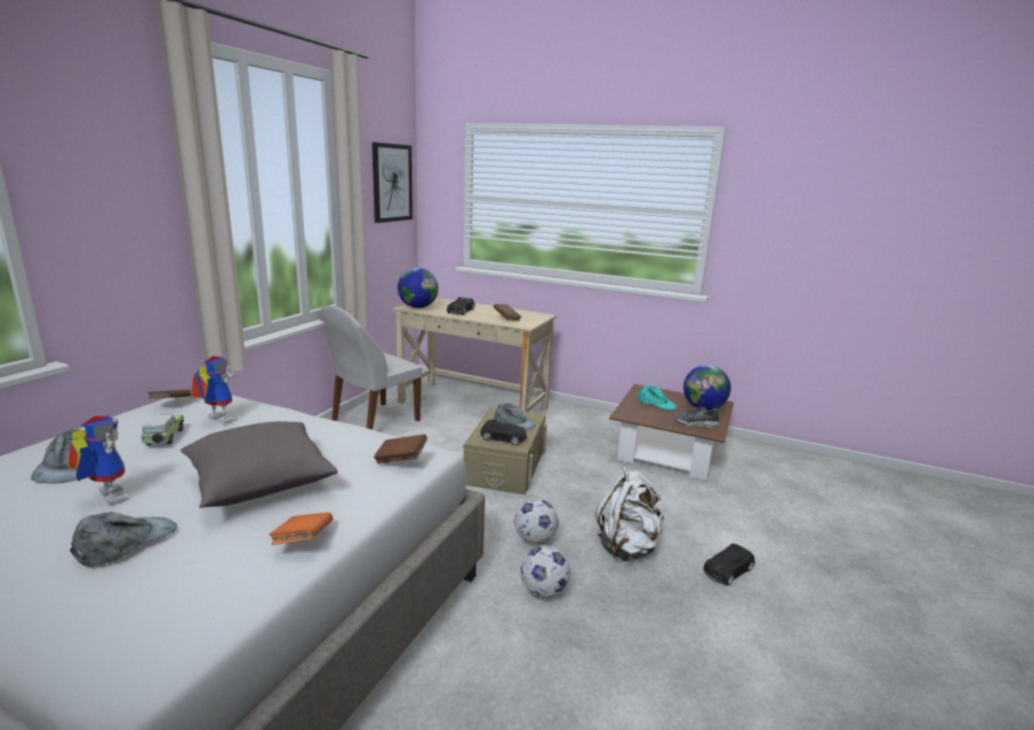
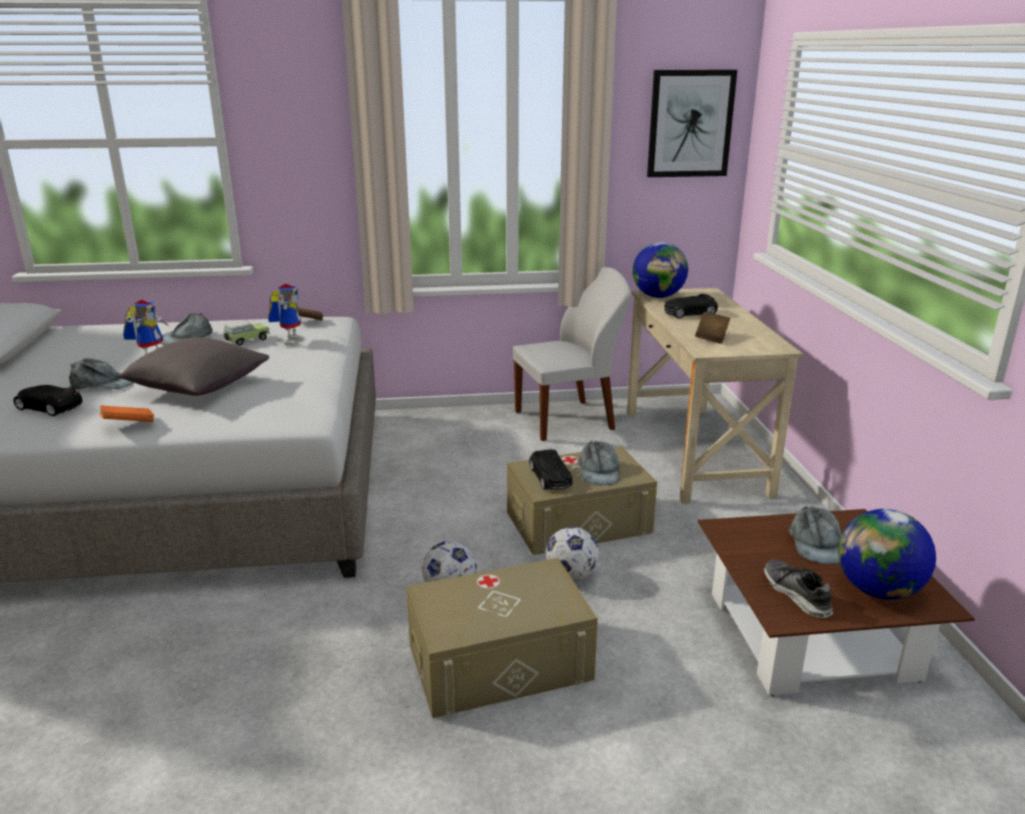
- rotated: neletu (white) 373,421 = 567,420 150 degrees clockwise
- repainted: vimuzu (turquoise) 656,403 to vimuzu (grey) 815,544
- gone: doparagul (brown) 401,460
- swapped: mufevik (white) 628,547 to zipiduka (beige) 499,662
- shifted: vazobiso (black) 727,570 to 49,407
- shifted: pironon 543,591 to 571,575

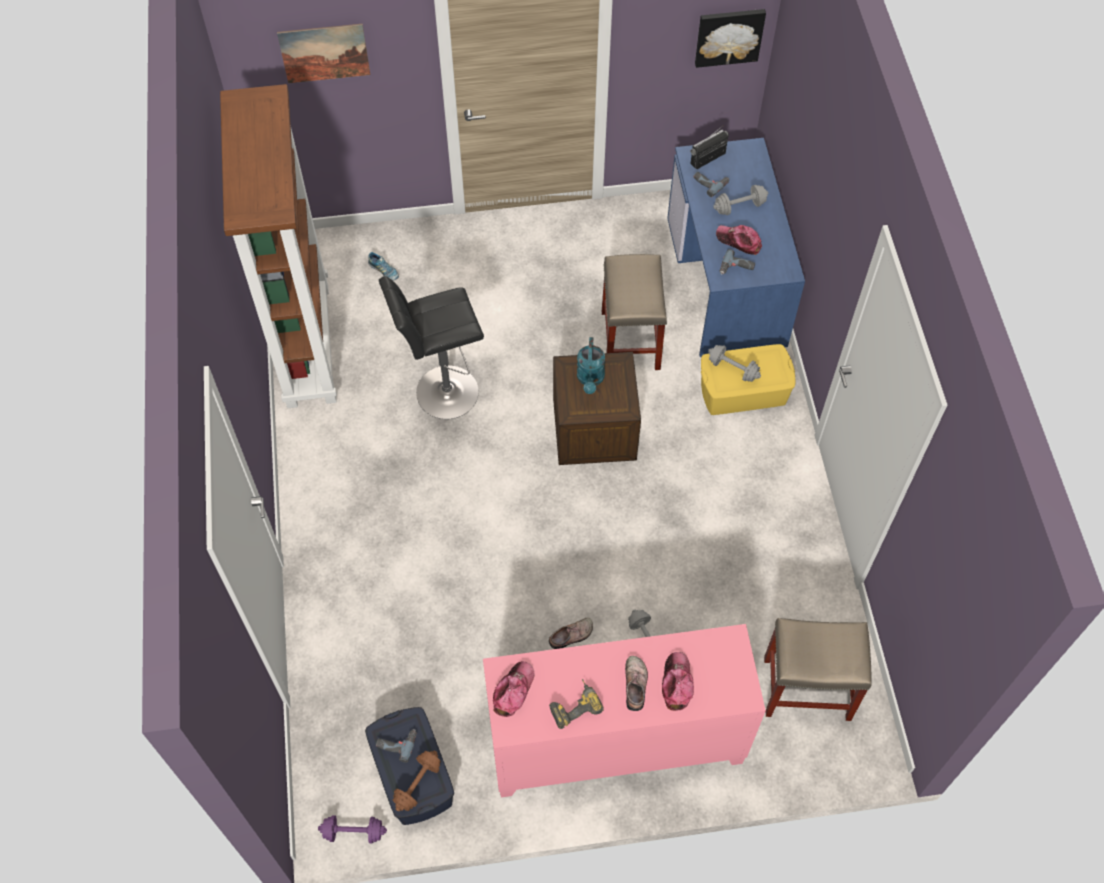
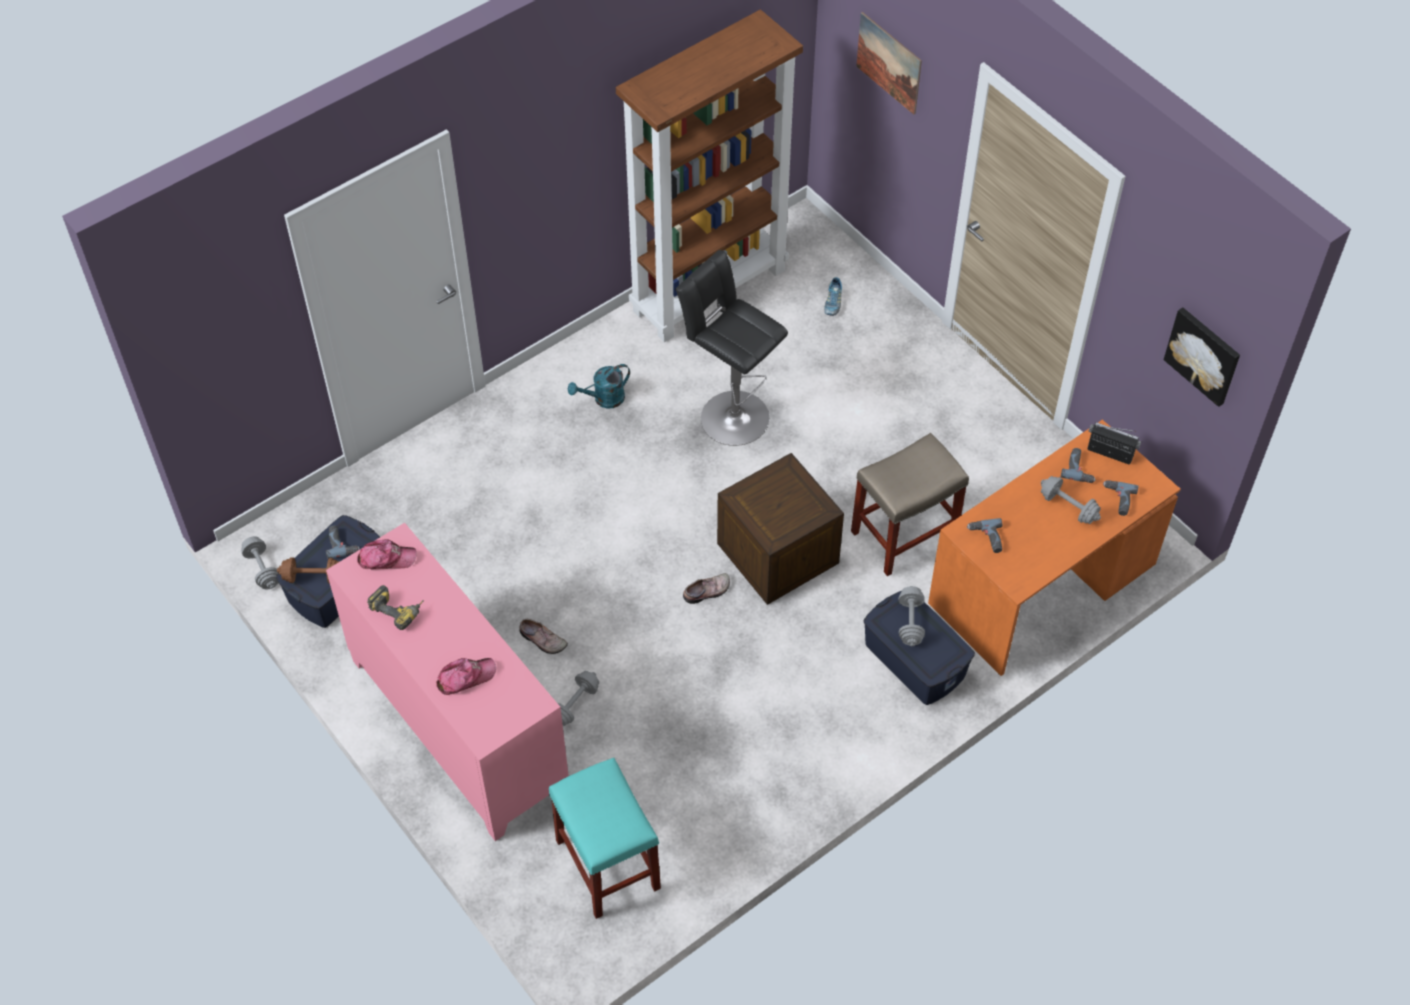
- repainted: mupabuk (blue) 727,282 to mupabuk (orange) 1042,585
- gone: vimuzu 739,241
- shifted: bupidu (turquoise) 590,379 to 604,399
- repainted: zipiduka (yellow) 743,391 to zipiduka (blue) 915,659
- repainted: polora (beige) 805,689 to polora (turquoise) 606,863
- shifted: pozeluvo 636,685 to 707,592
- repainted: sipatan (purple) 353,832 to sipatan (grey) 262,569
- new: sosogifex 1117,500

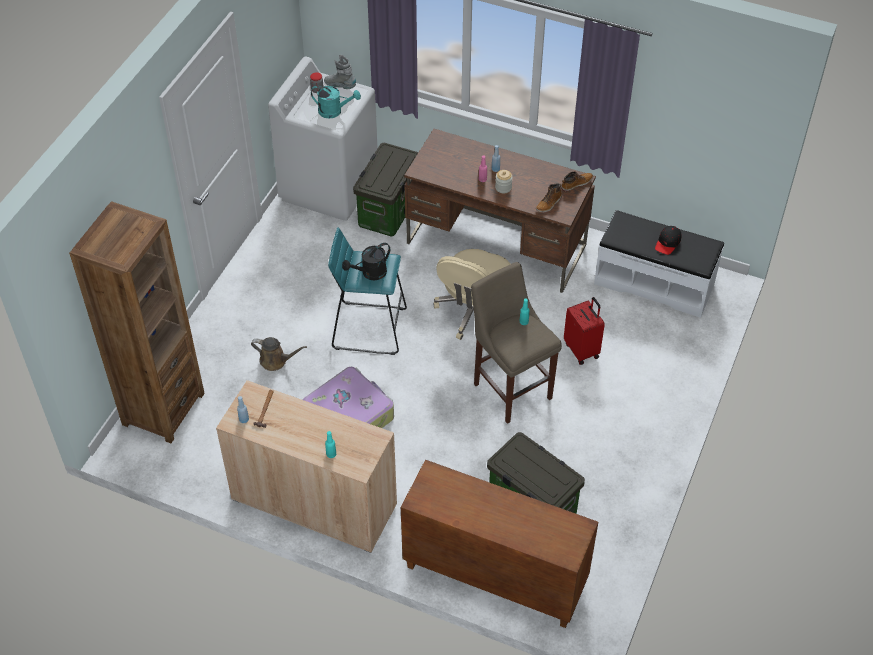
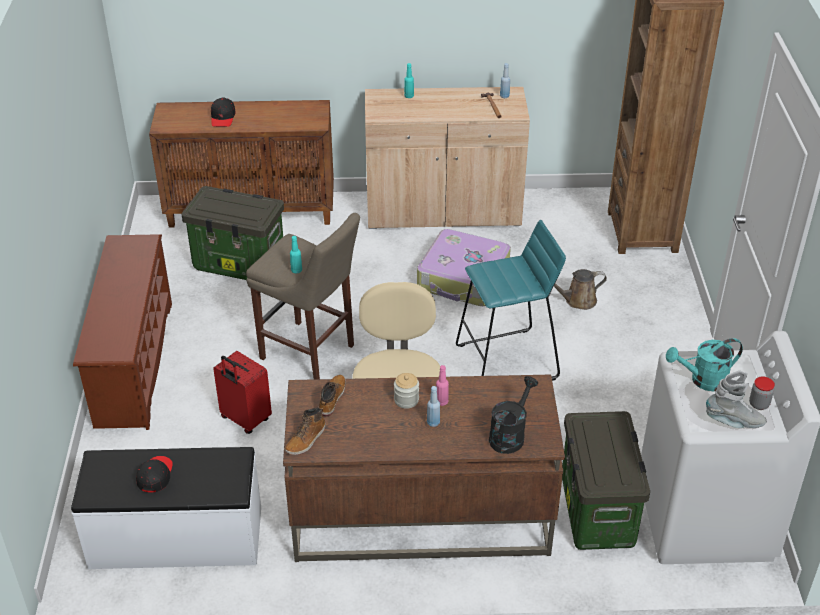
- shifted: bupidu (black) 370,273 to 509,434
- new: vimuzu (black) 223,117
- new: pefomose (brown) 133,363

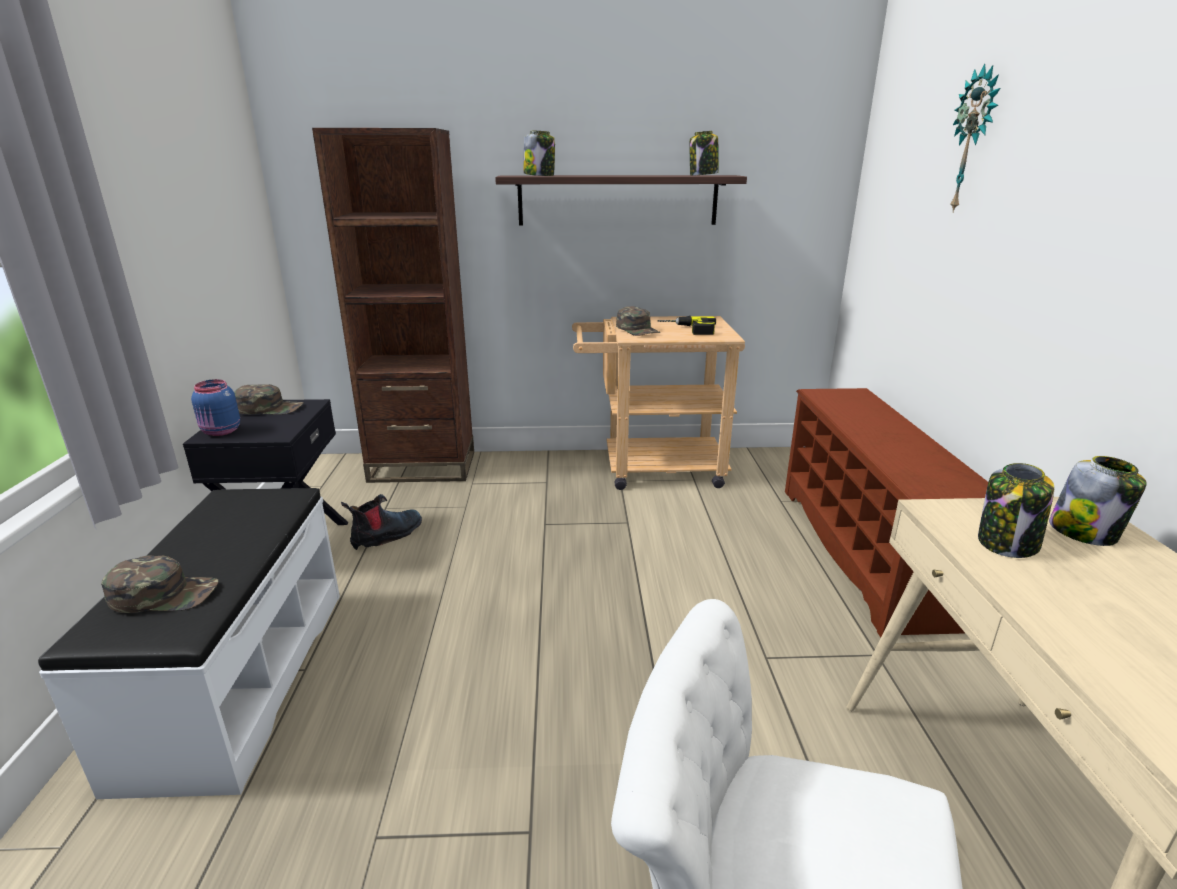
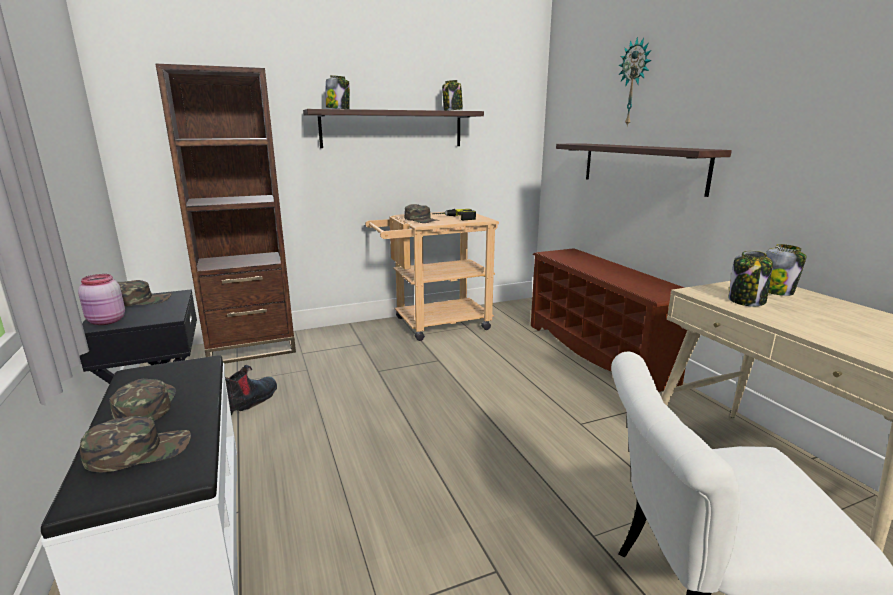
- repainted: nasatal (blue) 221,432 to nasatal (pink) 107,321
- new: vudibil 641,166
- new: vimuzu (green) 145,406

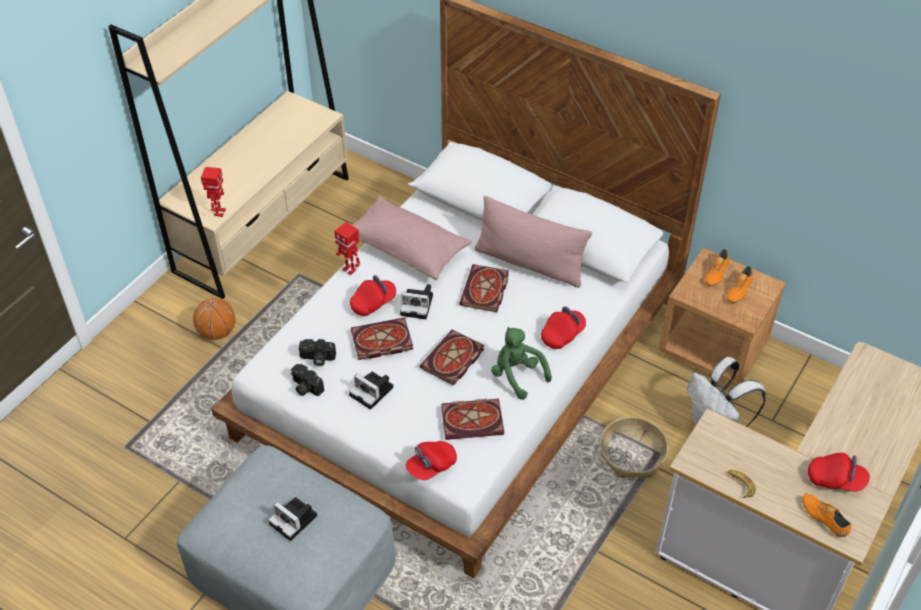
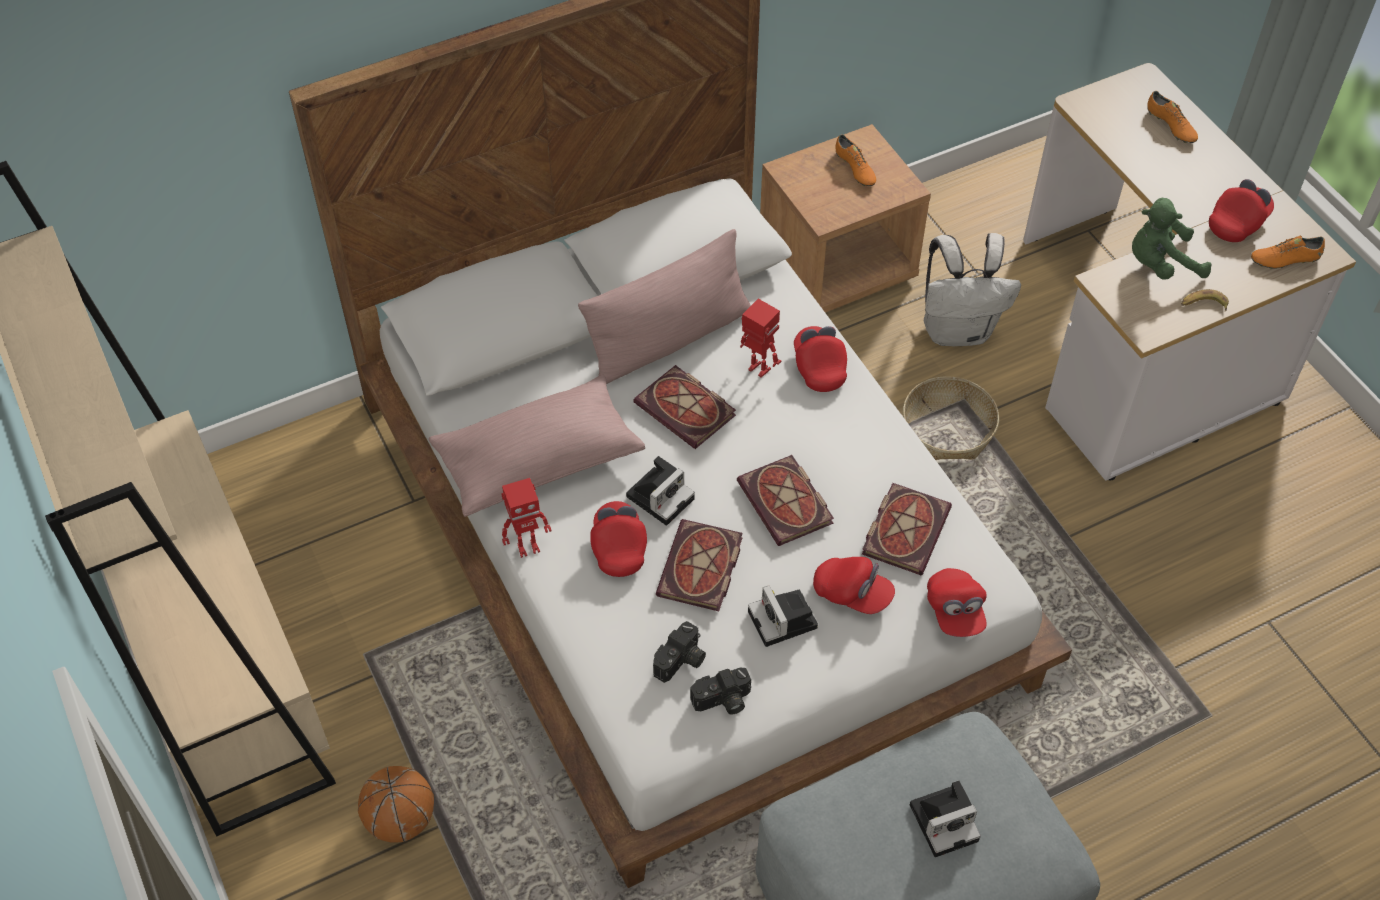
- shifted: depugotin 219,212 to 758,370
- shifted: pozeluvo (orange) 716,273 to 1170,126
- shifted: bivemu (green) 517,375 to 1160,264
- rotated: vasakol 373,392 = 784,621 90 degrees clockwise
- new: vimuzu (red) 852,594

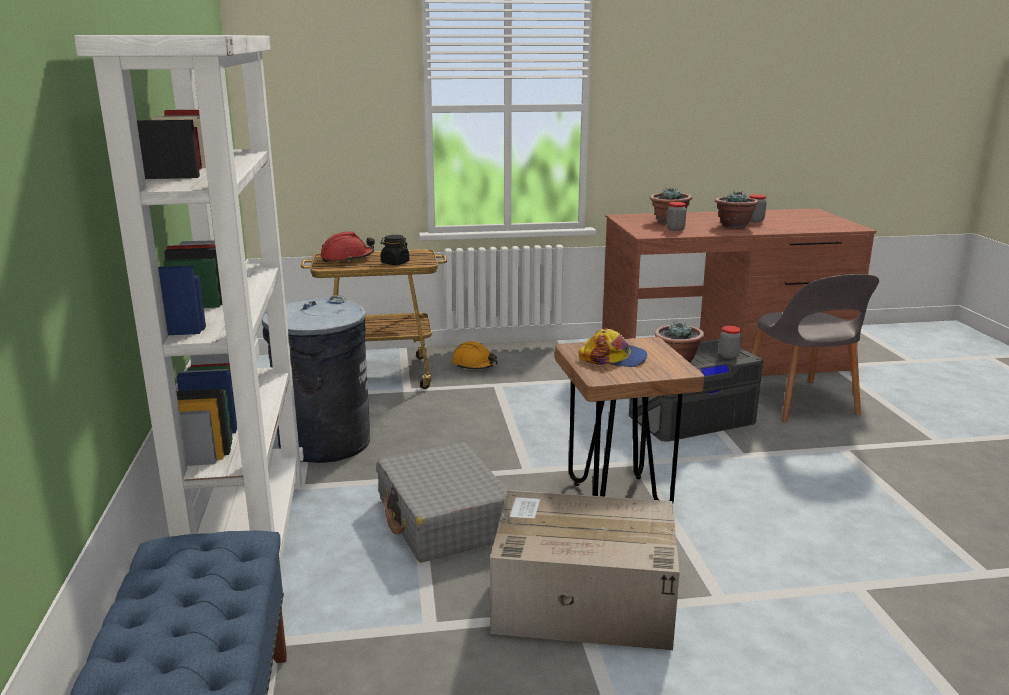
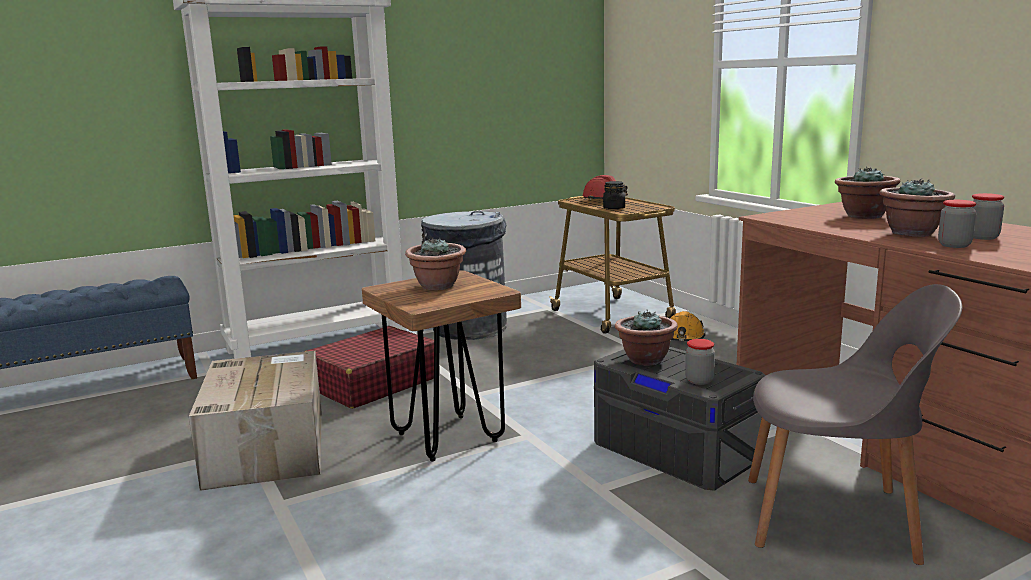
- shifted: nasatal 675,229 to 954,245
- rotated: neletu (grey) 800,402 = 834,519 135 degrees counterclockwise
- swapped: vimuzu 613,358 to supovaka 438,286
- repainted: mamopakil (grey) 444,519 to mamopakil (red) 372,383

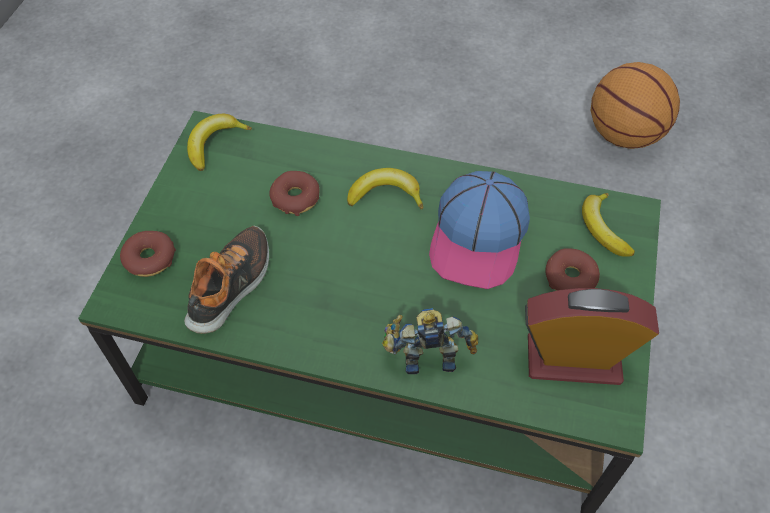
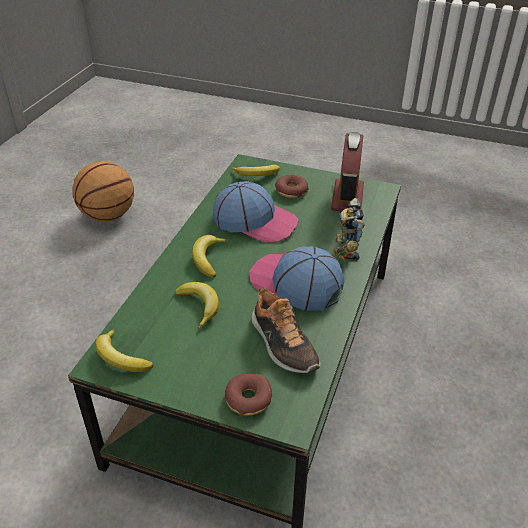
- swapped: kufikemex 295,198 to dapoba 199,306
- rotated: pozeluvo 231,285 = 282,344 150 degrees counterclockwise
- new: vimuzu 295,283

